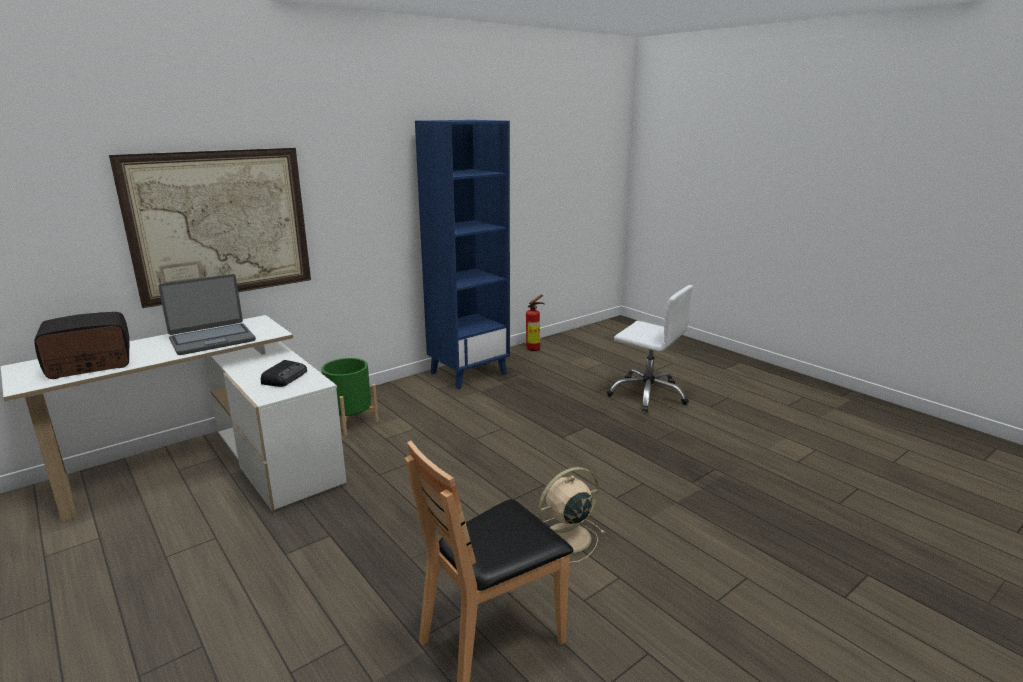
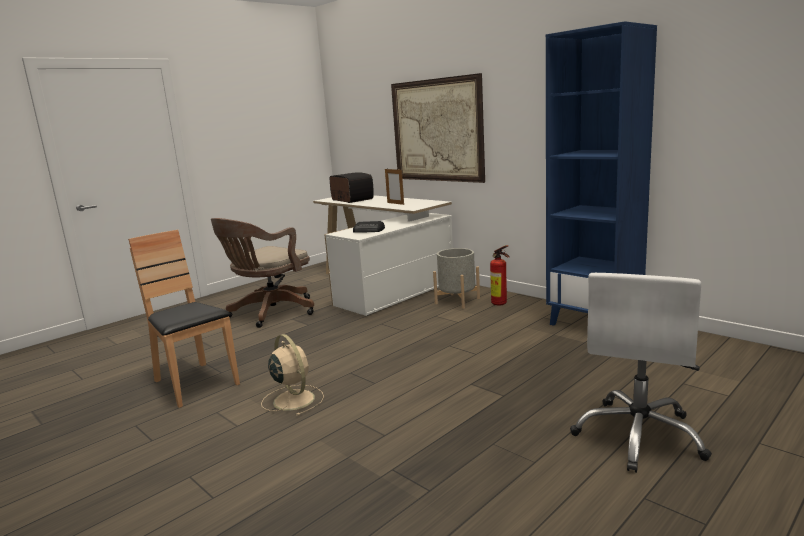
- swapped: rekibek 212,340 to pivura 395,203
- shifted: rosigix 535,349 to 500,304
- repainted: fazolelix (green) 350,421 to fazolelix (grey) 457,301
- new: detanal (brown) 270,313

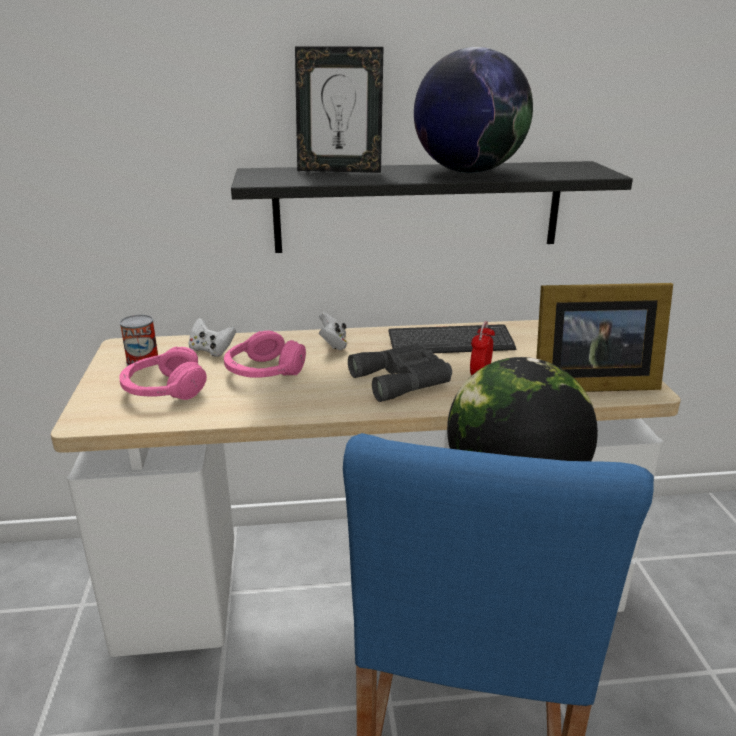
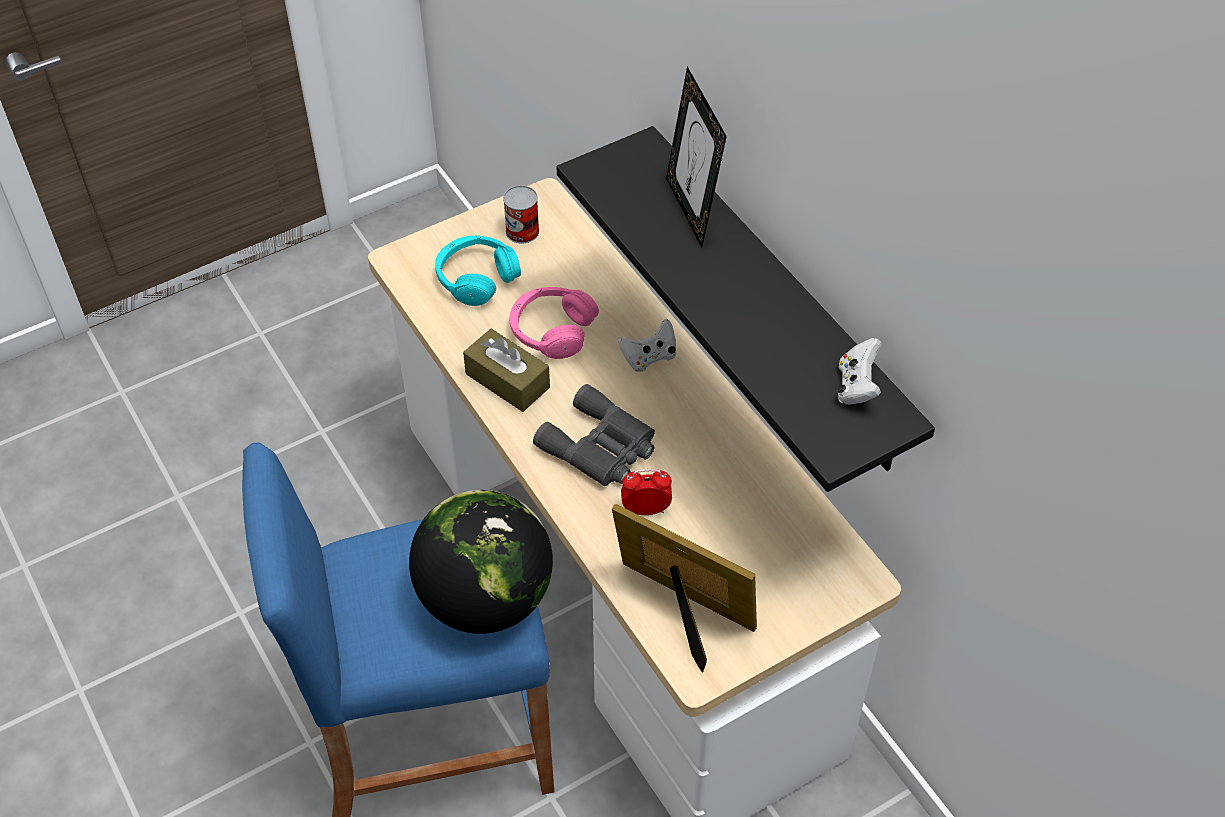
- gone: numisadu 468,172
- rotated: pivura 587,383 = 683,612 150 degrees clockwise
- shifted: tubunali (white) 211,351 to 856,386
- gone: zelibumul 450,343
- repainted: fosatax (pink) 164,389 to fosatax (turquoise) 476,278
- new: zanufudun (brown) 507,380

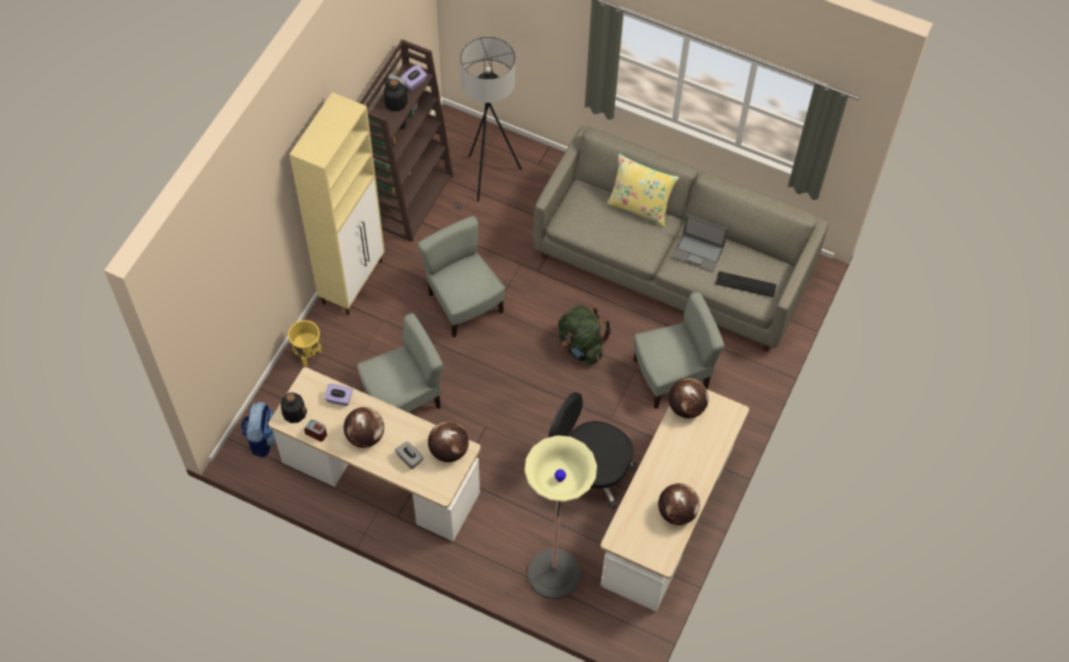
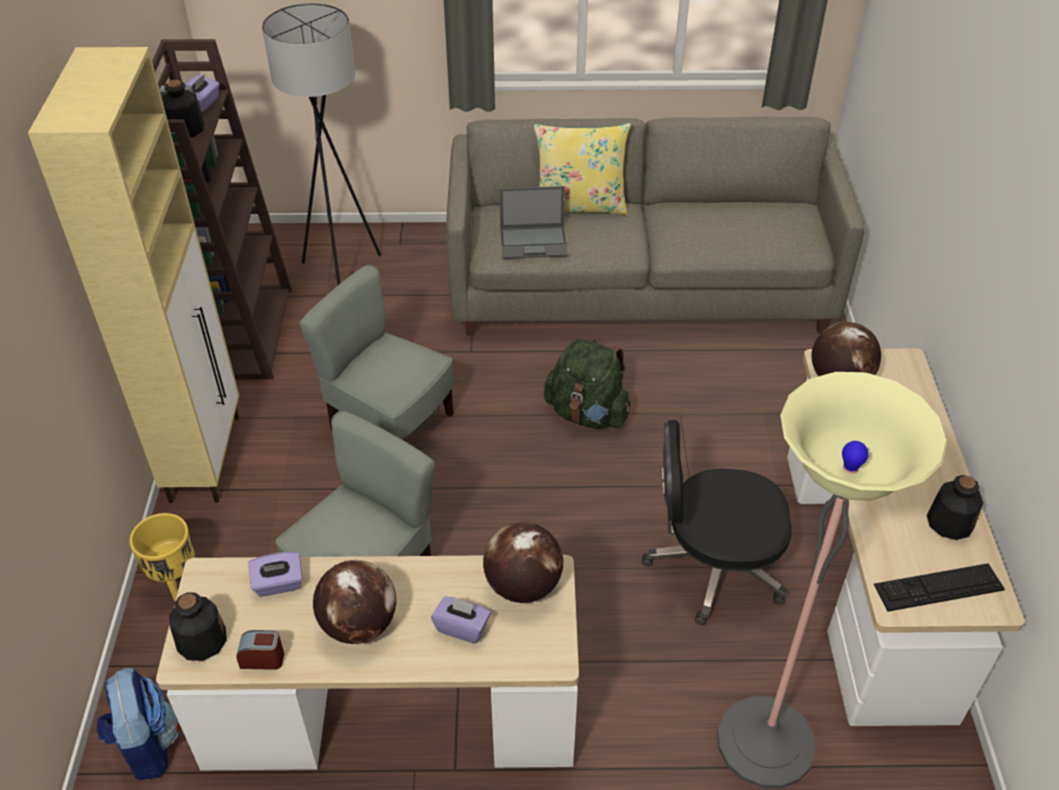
- shifted: rekibek 698,252 to 534,242
- shifted: zelibumul 746,284 to 938,587
- gone: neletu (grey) 671,376
- repainted: zanufudun (grey) 410,458 to zanufudun (purple) 462,627
- swapped: numisadu 677,512 to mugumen 949,522

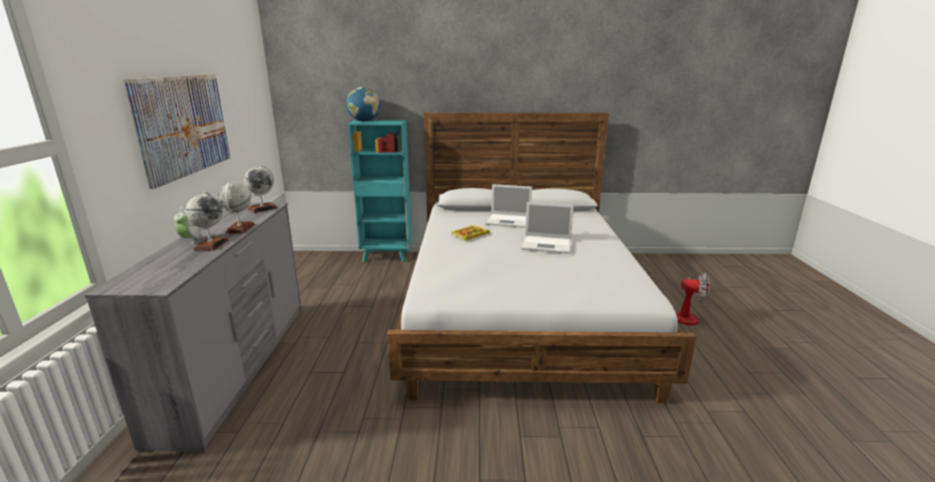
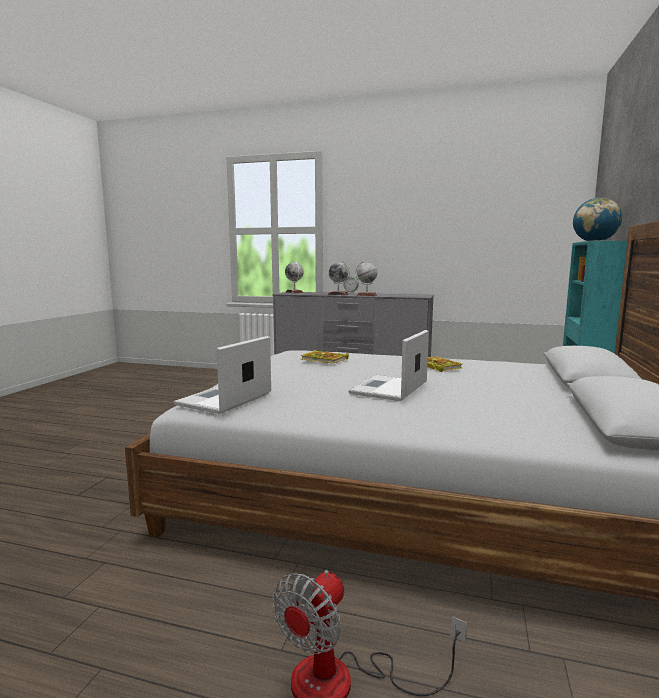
- gone: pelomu 183,125
- shifted: numisadu 263,208 to 294,292
- shifted: rekibek 509,221 to 223,400
- new: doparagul 325,359

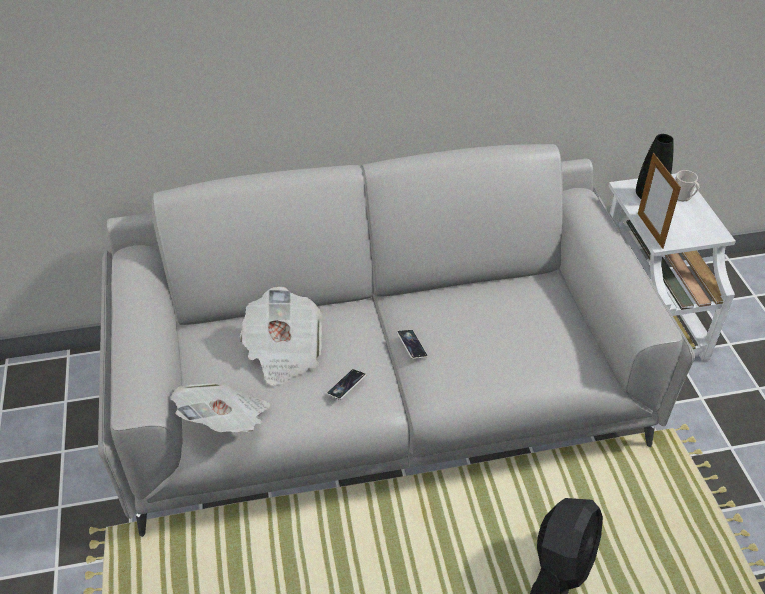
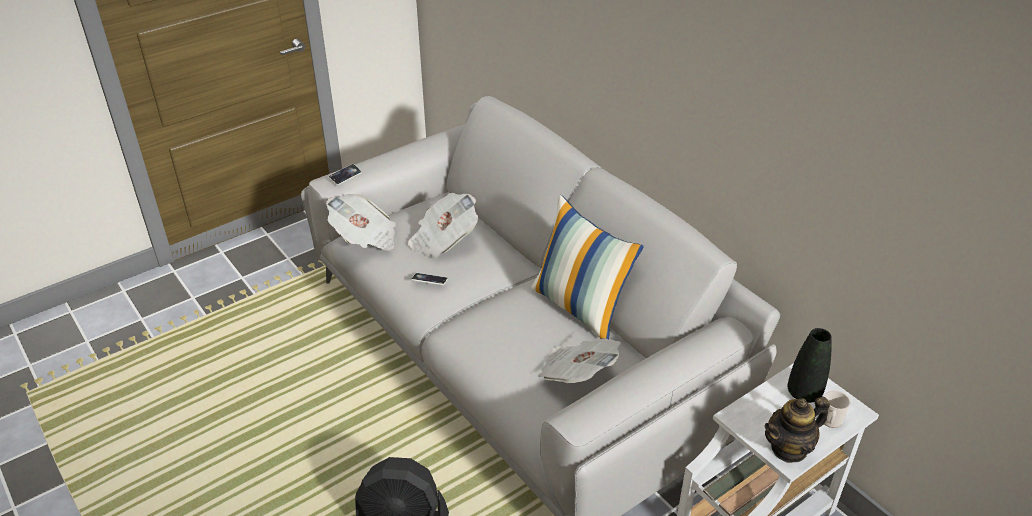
- gone: pivura 650,230
- shifted: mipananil 412,346 to 345,176
- new: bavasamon 581,307
- new: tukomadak 577,374
- new: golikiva 789,448

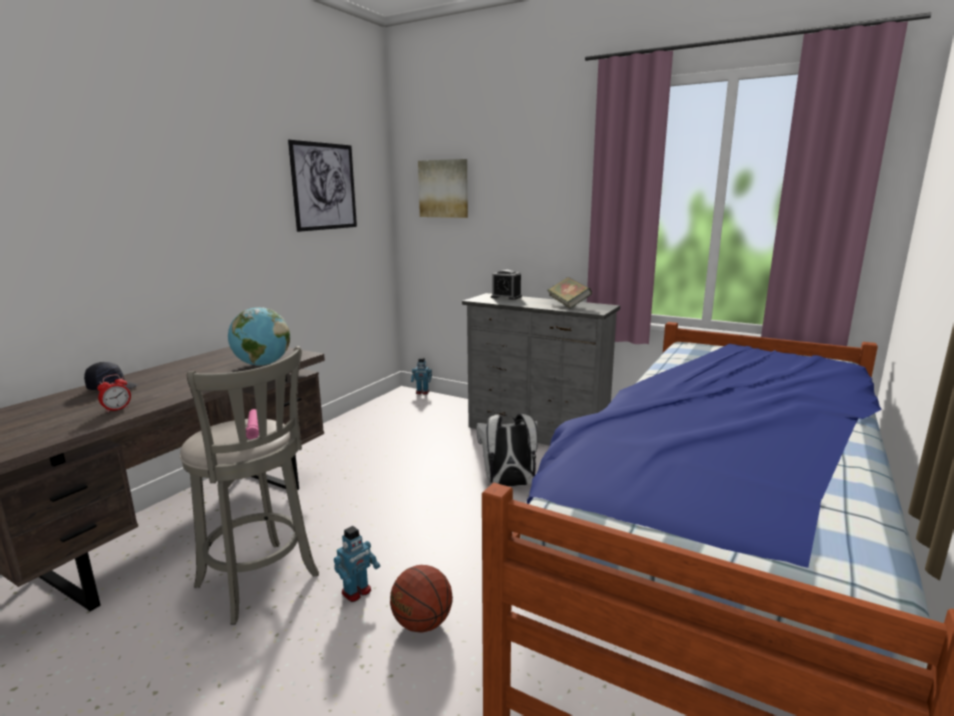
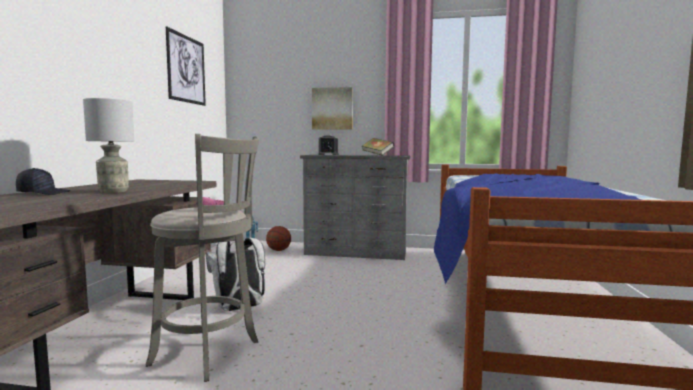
- shifted: pelomu 444,189 to 332,108
- gone: numisadu 262,364
- gone: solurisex 117,409
- shifted: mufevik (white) 508,485 to 239,309
- gone: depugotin 357,592
- shifted: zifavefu 422,623 to 278,250
- new: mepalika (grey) 113,191

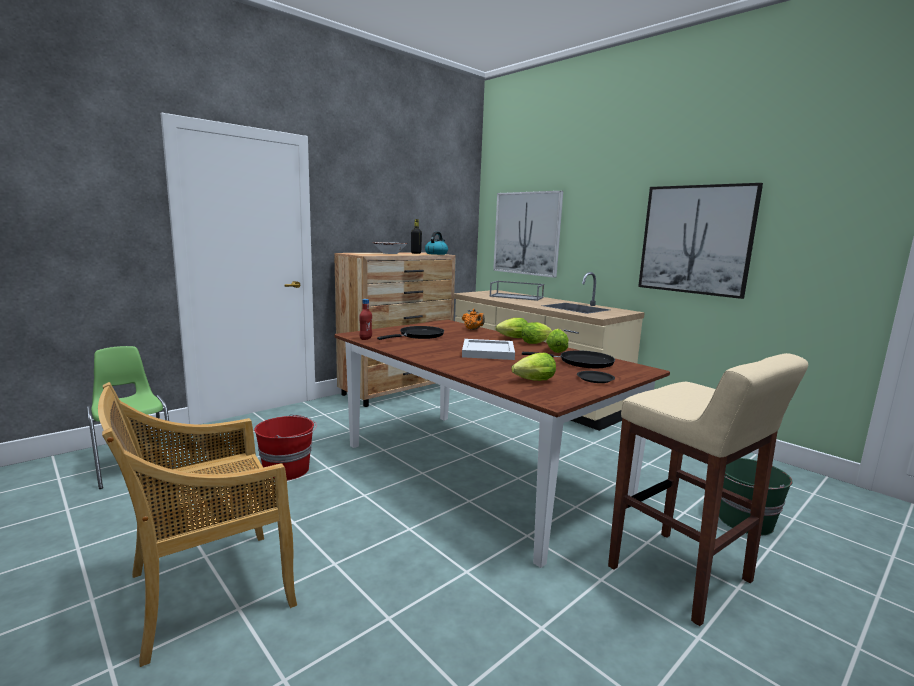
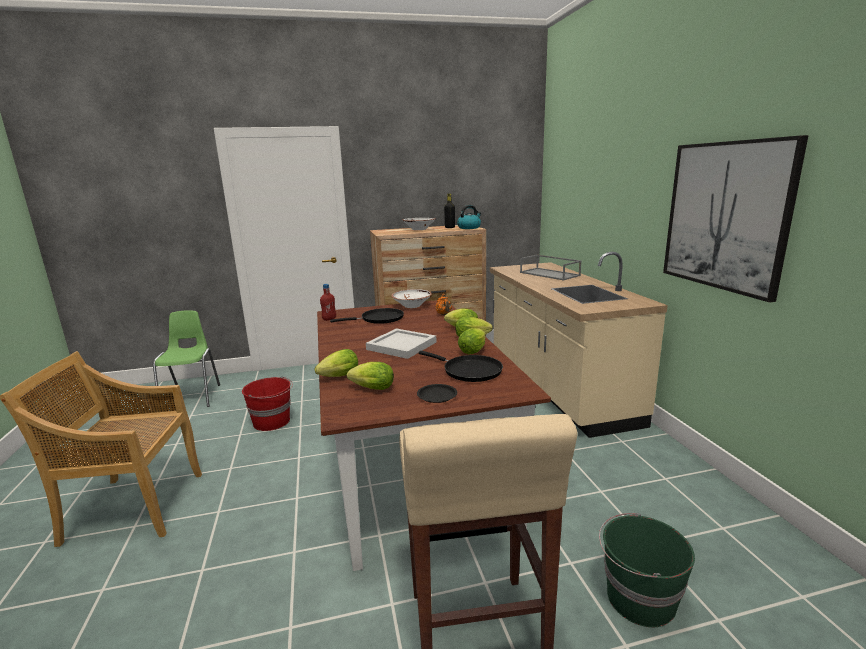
- gone: pelomu 527,233
- new: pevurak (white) 412,306
- new: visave 337,377

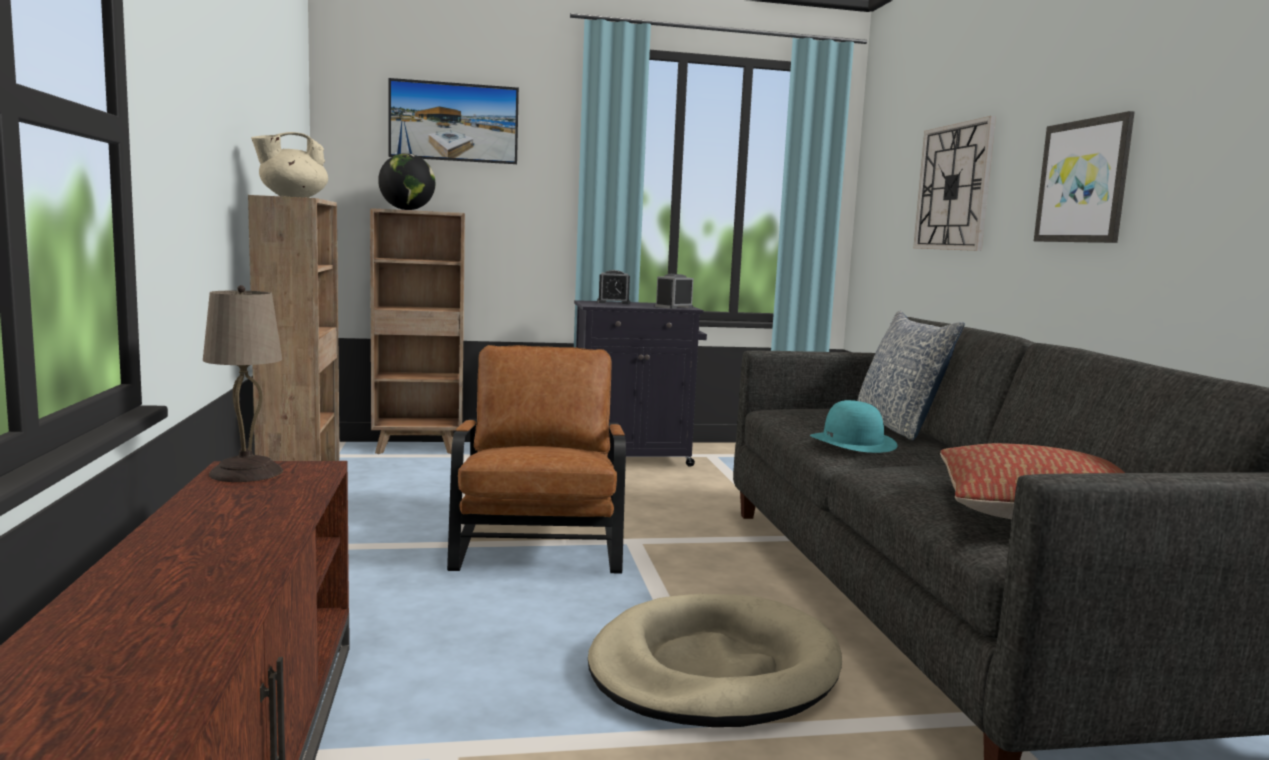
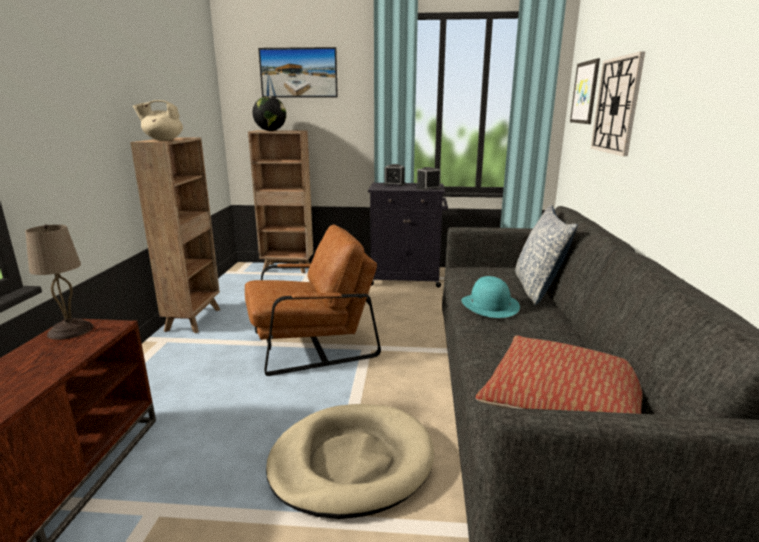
- shifted: pelomu 1083,181 to 585,92
- rotated: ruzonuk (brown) 540,541 = 311,344 60 degrees clockwise

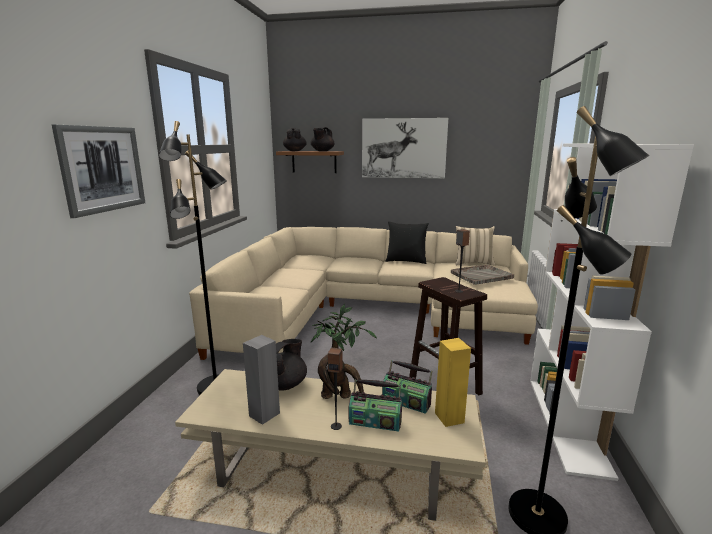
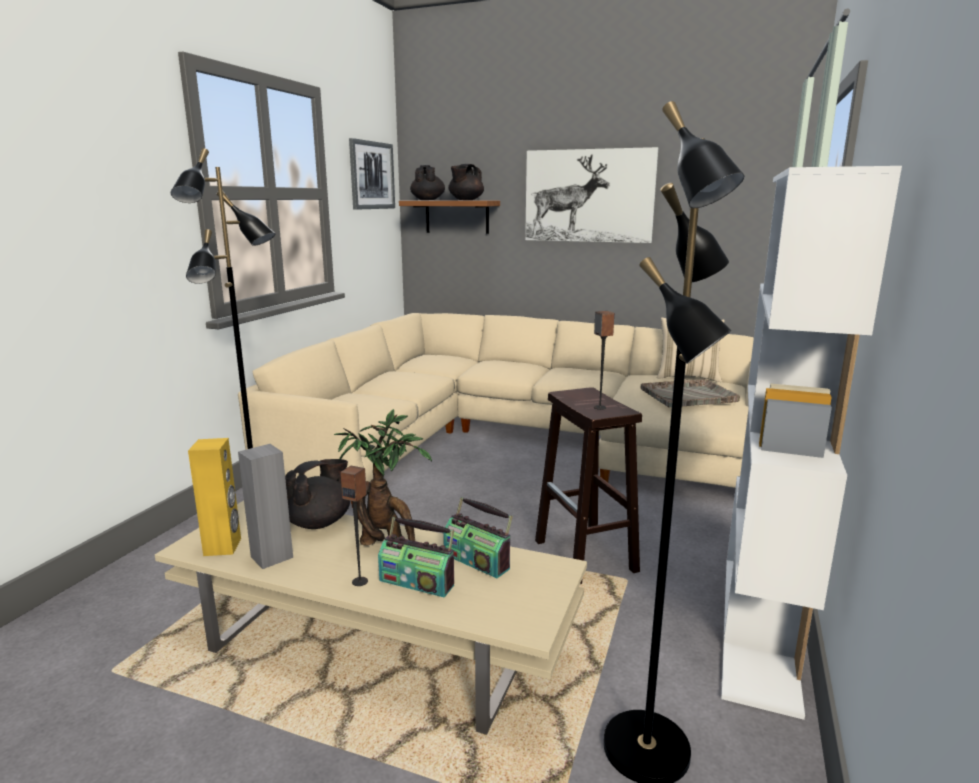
- shifted: pelomu 102,169 to 372,175
- gone: bavasamon (black) 406,261
- shifted: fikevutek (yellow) 449,417 to 223,547

